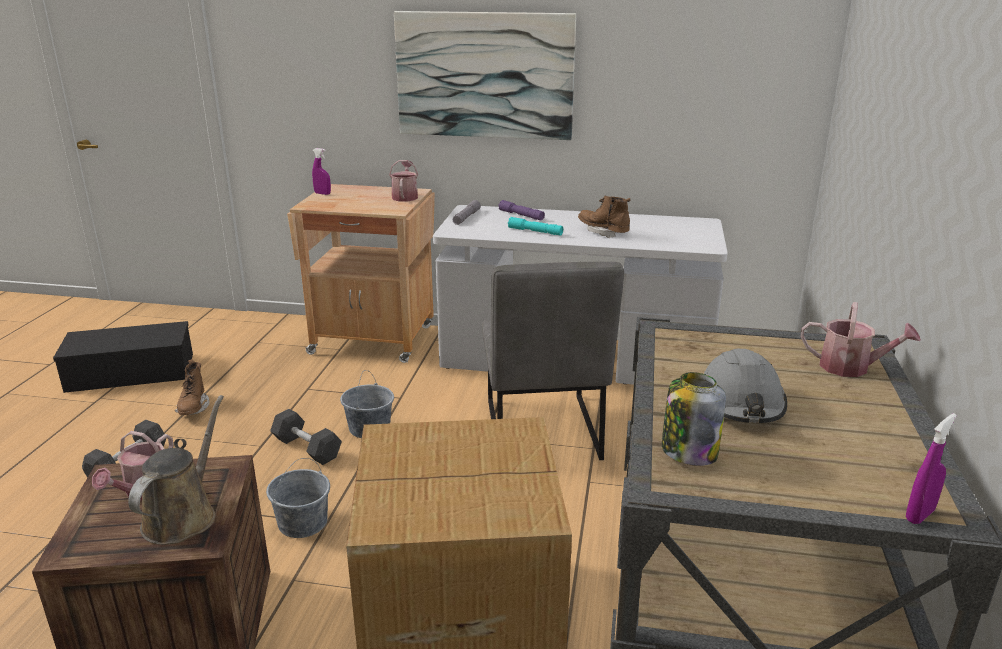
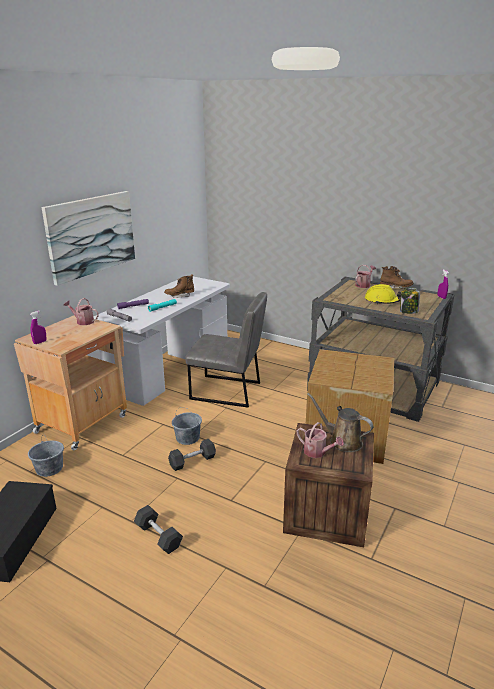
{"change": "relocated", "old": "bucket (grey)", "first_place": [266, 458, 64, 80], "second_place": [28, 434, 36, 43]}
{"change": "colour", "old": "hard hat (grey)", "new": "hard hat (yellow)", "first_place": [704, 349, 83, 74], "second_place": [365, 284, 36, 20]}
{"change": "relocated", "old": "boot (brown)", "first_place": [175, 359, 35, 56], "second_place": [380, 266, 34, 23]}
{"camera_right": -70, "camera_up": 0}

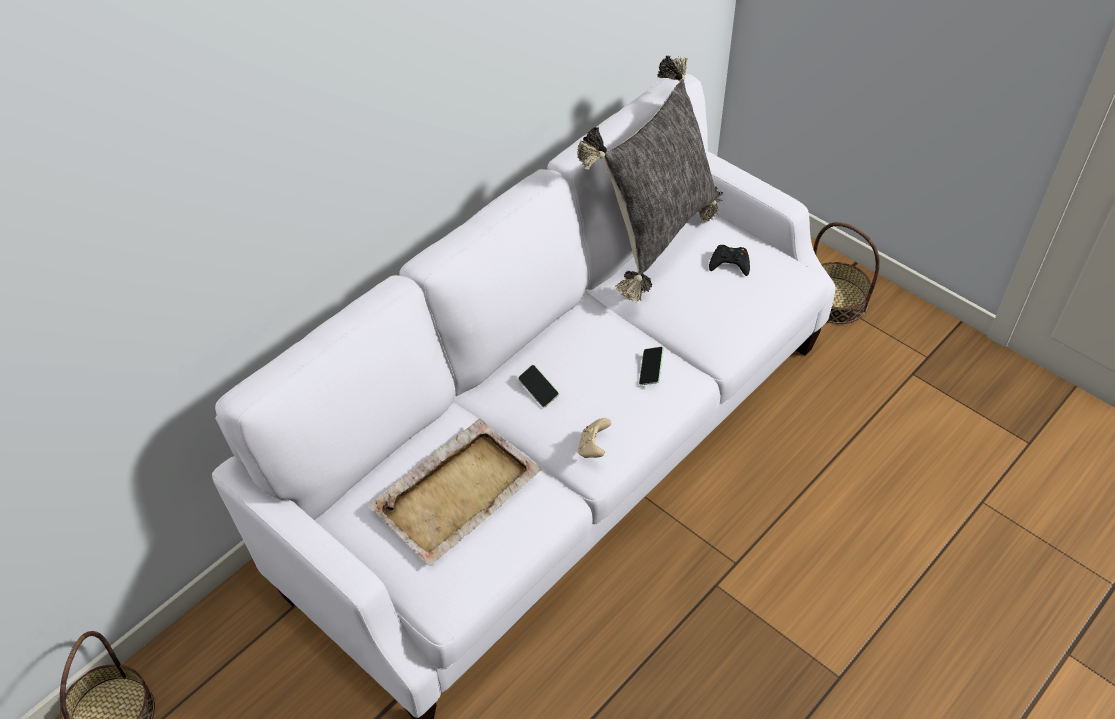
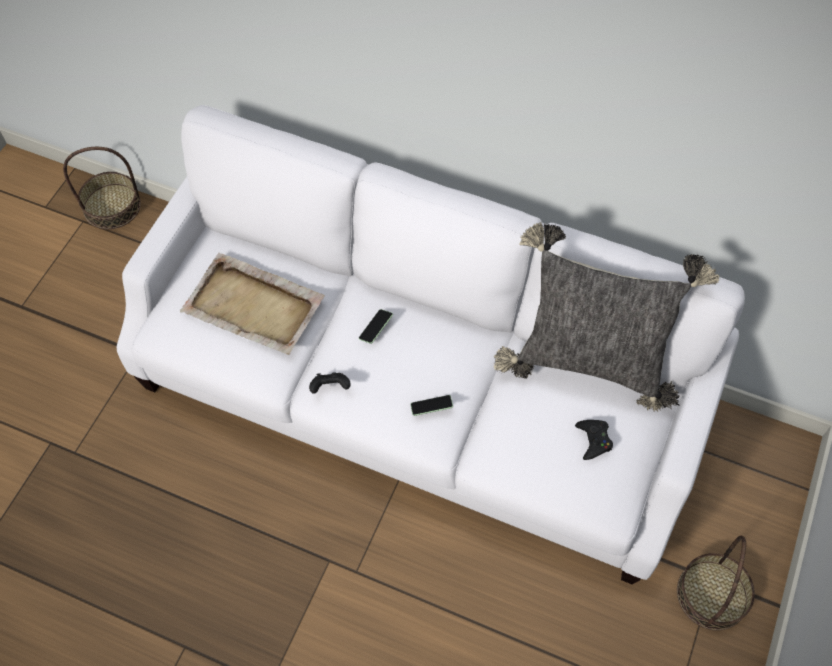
{"change": "colour", "old": "game controller (beige)", "new": "game controller (black)", "first_place": [578, 418, 33, 40], "second_place": [309, 372, 42, 22]}
{"camera_right": 70, "camera_up": 10}

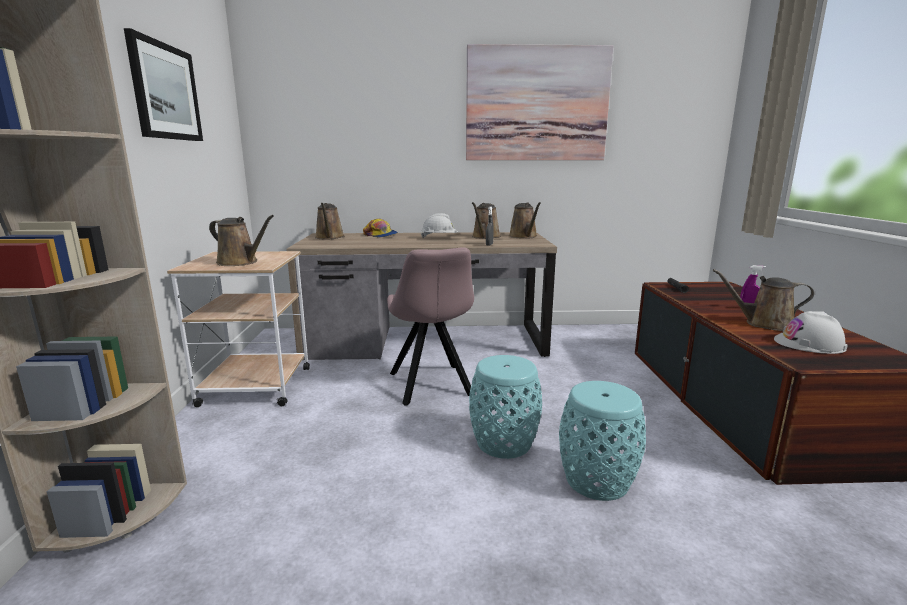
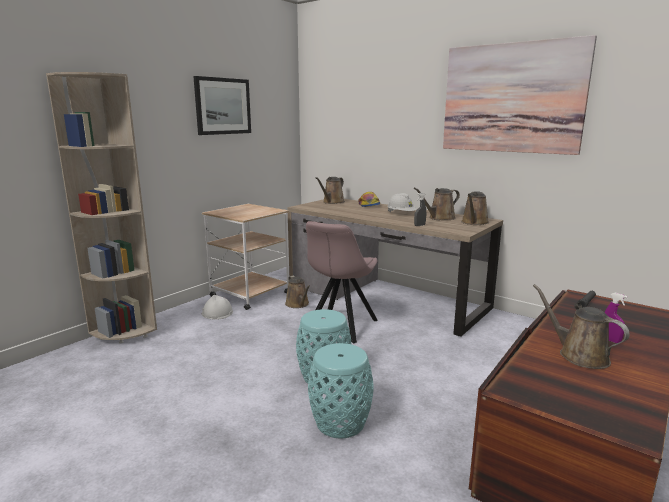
{"change": "relocated", "old": "hard hat (white)", "first_place": [774, 311, 74, 43], "second_place": [202, 295, 31, 25]}
{"change": "relocated", "old": "watering can (brown)", "first_place": [209, 215, 65, 51], "second_place": [285, 275, 25, 33]}
{"camera_right": 40, "camera_up": 0}

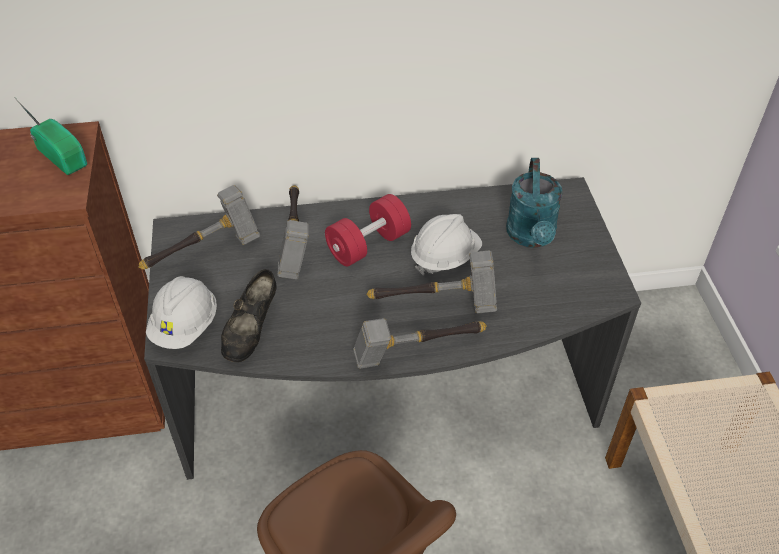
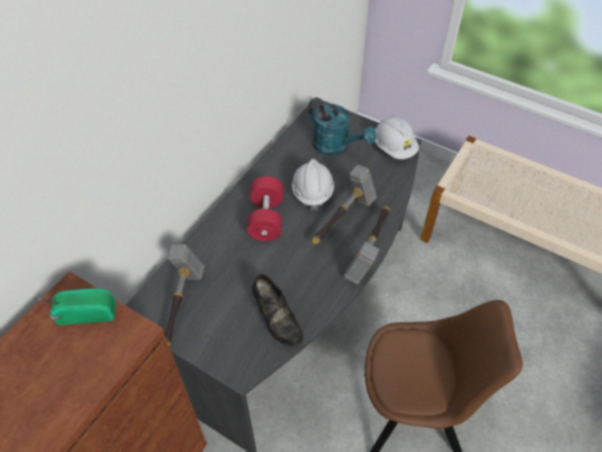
{"change": "relocated", "old": "hard hat (white)", "first_place": [146, 276, 71, 73], "second_place": [375, 115, 44, 44]}
{"change": "missing", "old": "hammer", "first_place": [277, 185, 32, 94]}
{"camera_right": -50, "camera_up": 5}

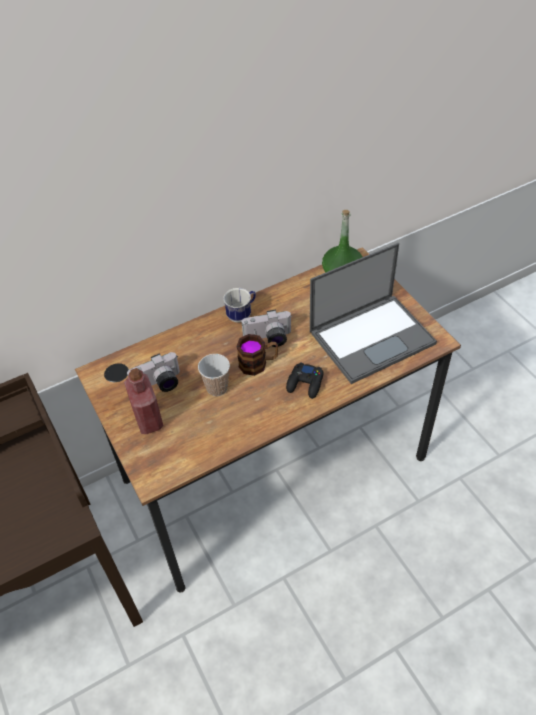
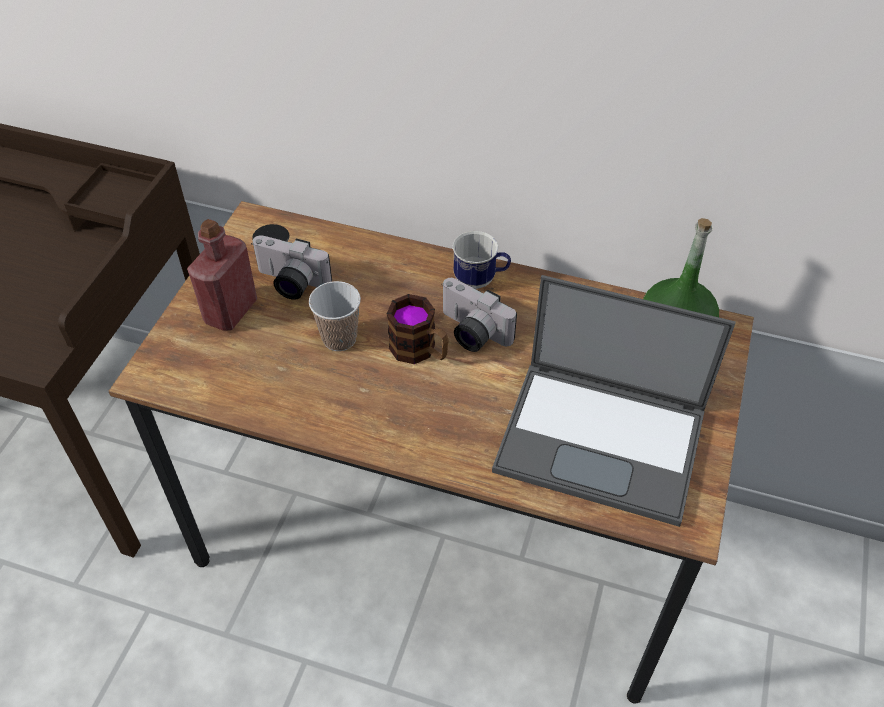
{"change": "missing", "old": "game controller (black)", "first_place": [286, 362, 37, 37]}
{"camera_right": 45, "camera_up": 0}

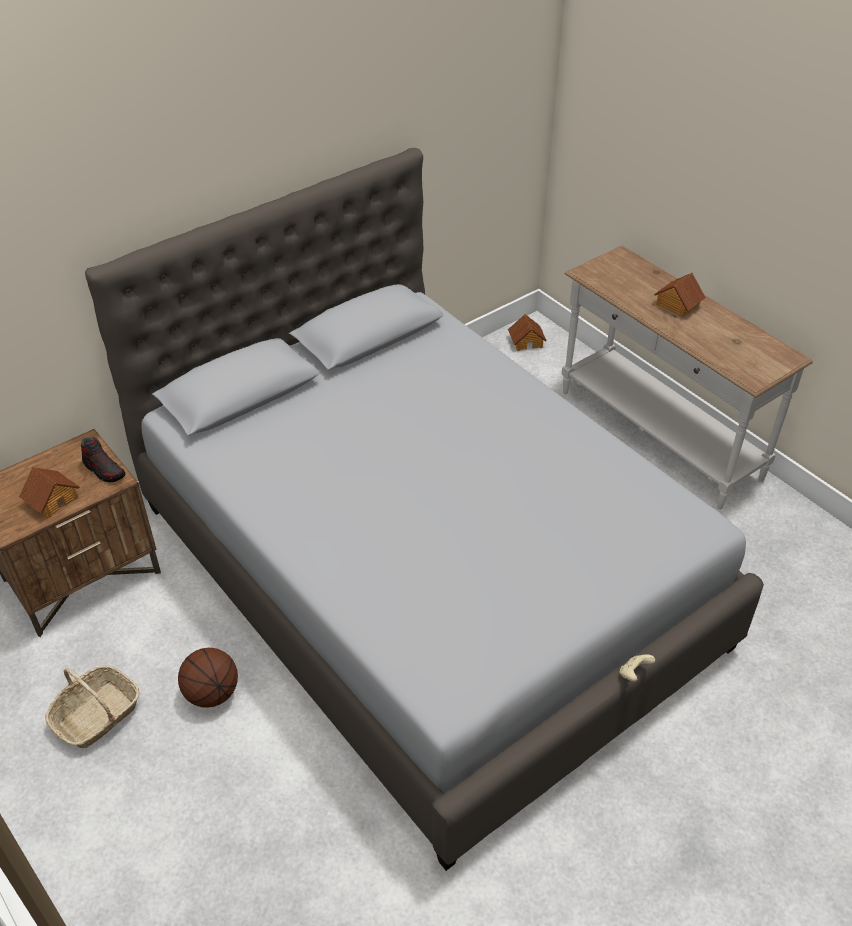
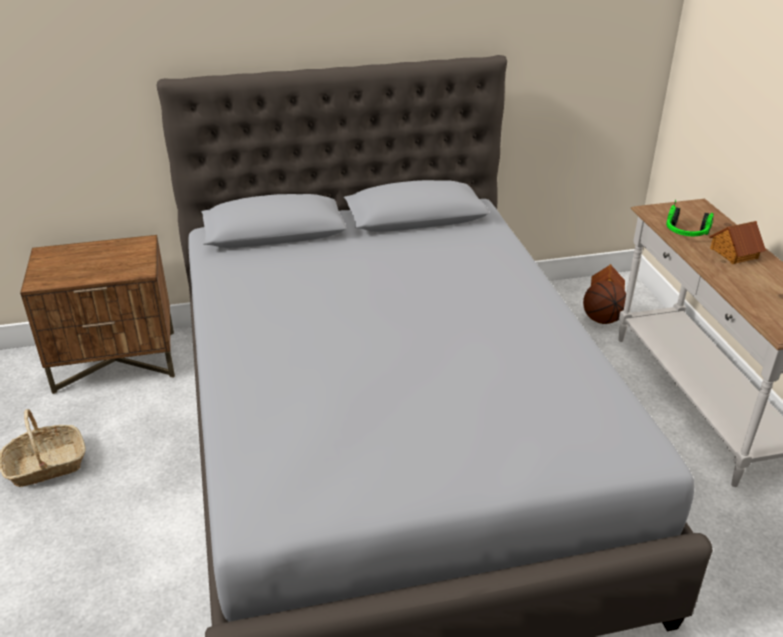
{"change": "relocated", "old": "basketball", "first_place": [178, 648, 60, 60], "second_place": [583, 281, 43, 43]}
{"change": "appeared", "new": "headphones", "second_place": [666, 200, 48, 36]}
{"change": "missing", "old": "toy house", "first_place": [19, 467, 61, 51]}
{"change": "missing", "old": "shoe", "first_place": [81, 437, 44, 45]}
{"change": "missing", "old": "game controller (beige)", "first_place": [620, 654, 35, 28]}
{"camera_right": 25, "camera_up": -10}

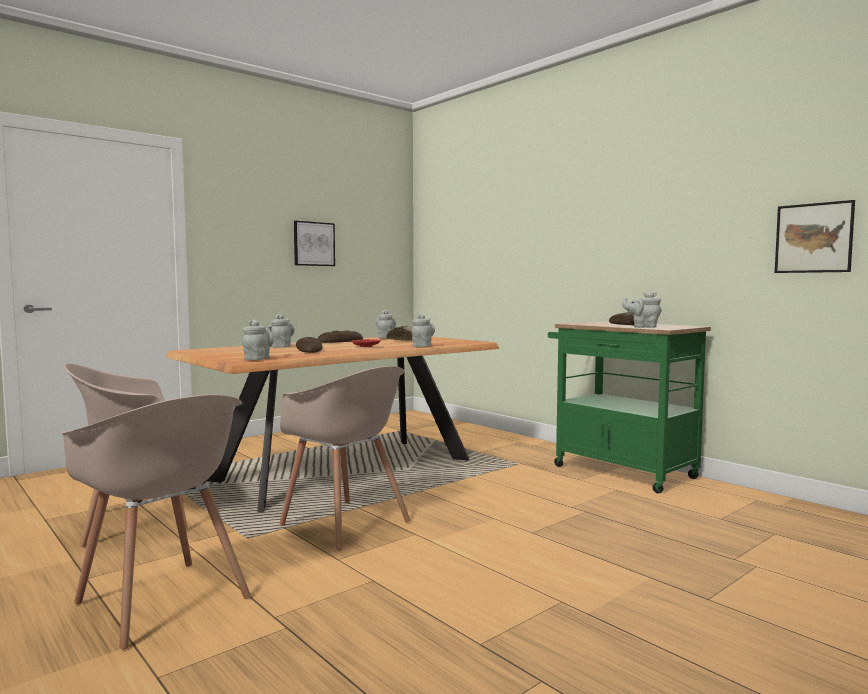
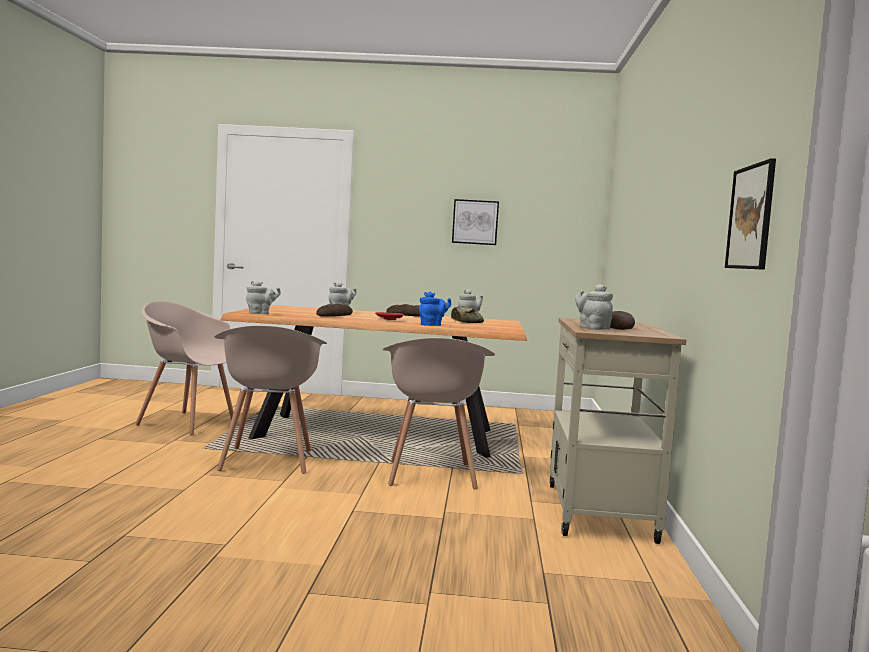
{"change": "relocated", "old": "chair (beige)", "first_place": [60, 394, 191, 256], "second_place": [383, 338, 112, 151]}
{"change": "colour", "old": "teapot (grey)", "new": "teapot (blue)", "first_place": [412, 313, 23, 34], "second_place": [419, 292, 32, 34]}
{"change": "colour", "old": "cart (green)", "new": "cart (beige)", "first_place": [548, 321, 163, 173], "second_place": [549, 318, 137, 226]}
{"camera_right": 45, "camera_up": 0}

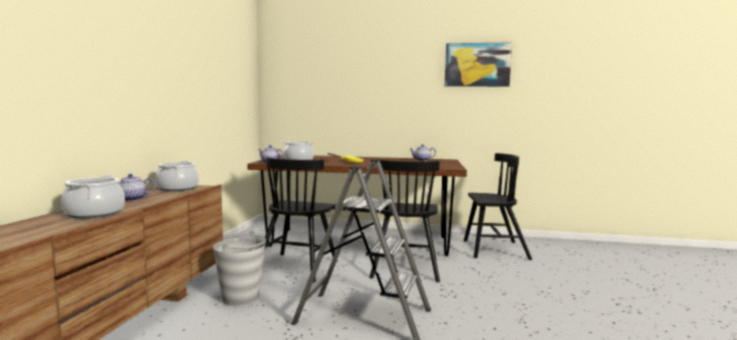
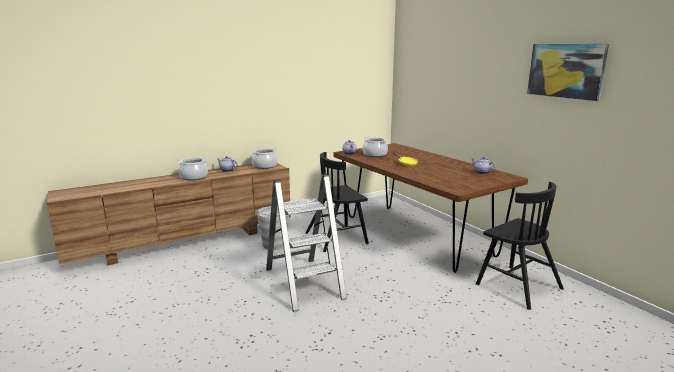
{"change": "missing", "old": "chair (black)", "first_place": [369, 159, 71, 123]}
{"camera_right": 50, "camera_up": 10}

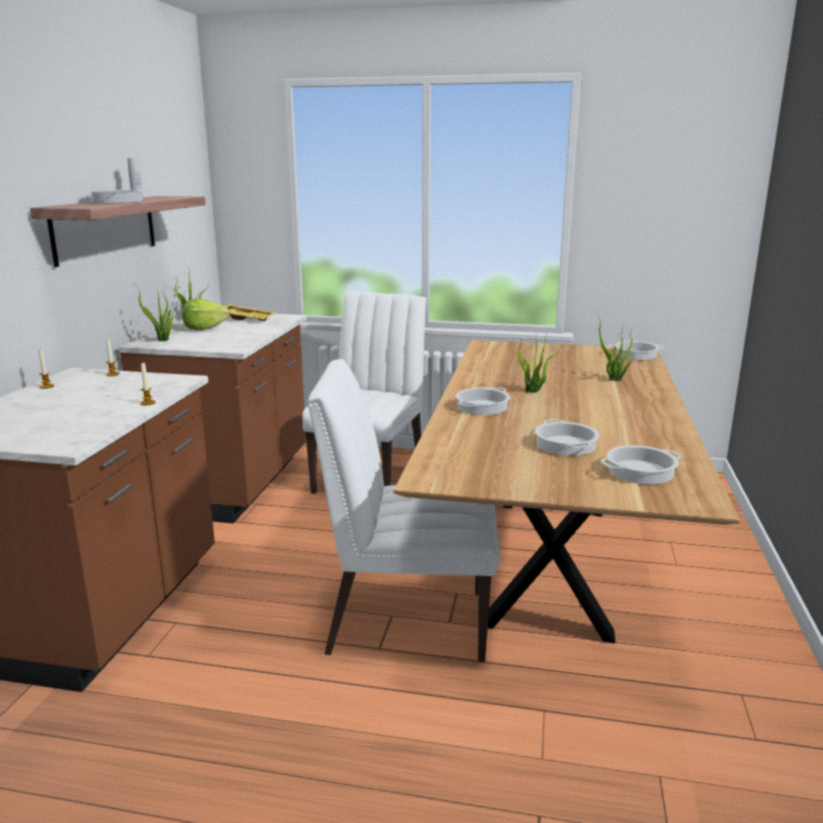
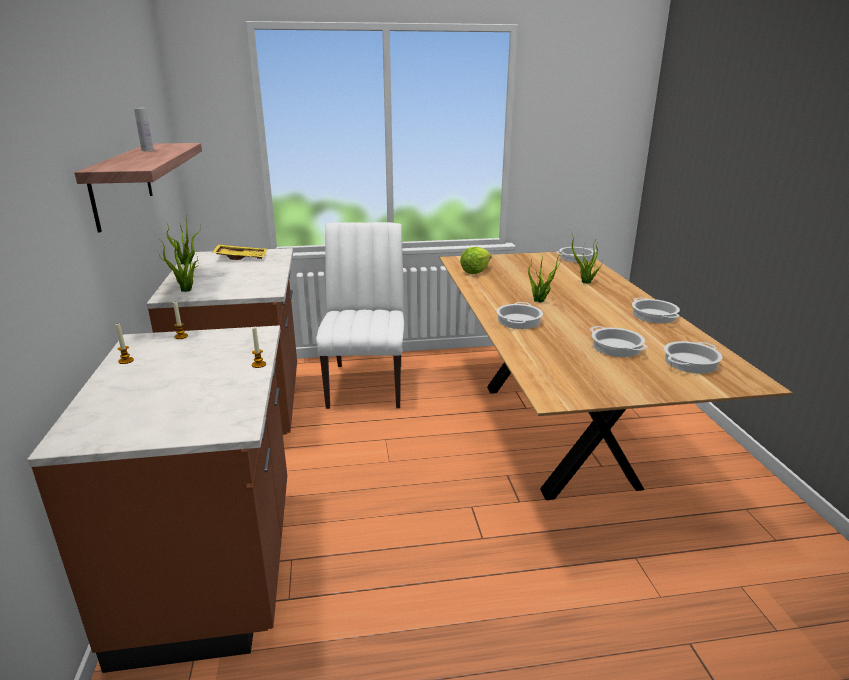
{"change": "relocated", "old": "lettuce", "first_place": [182, 299, 48, 31], "second_place": [460, 247, 31, 27]}
{"change": "relocated", "old": "cooking pot", "first_place": [89, 189, 54, 14], "second_place": [632, 297, 48, 26]}
{"change": "missing", "old": "chair (white)", "first_place": [307, 359, 193, 303]}
{"camera_right": -20, "camera_up": 5}

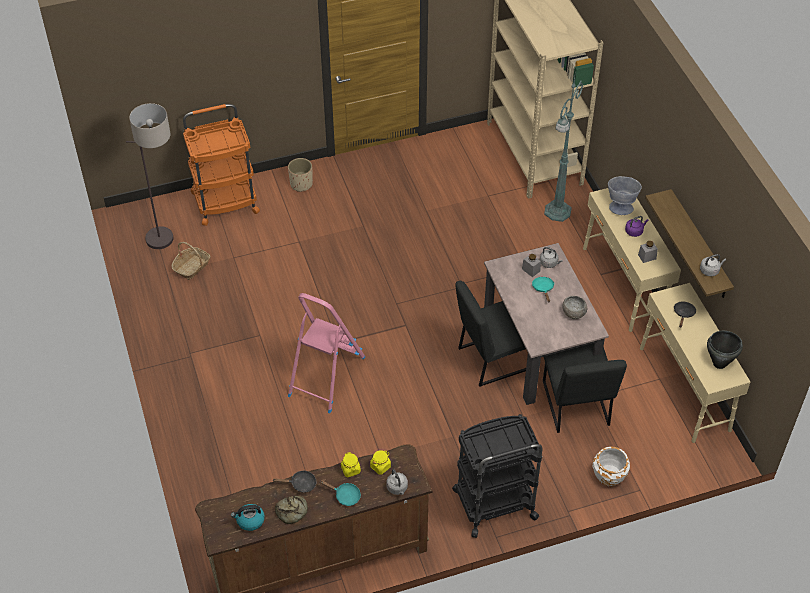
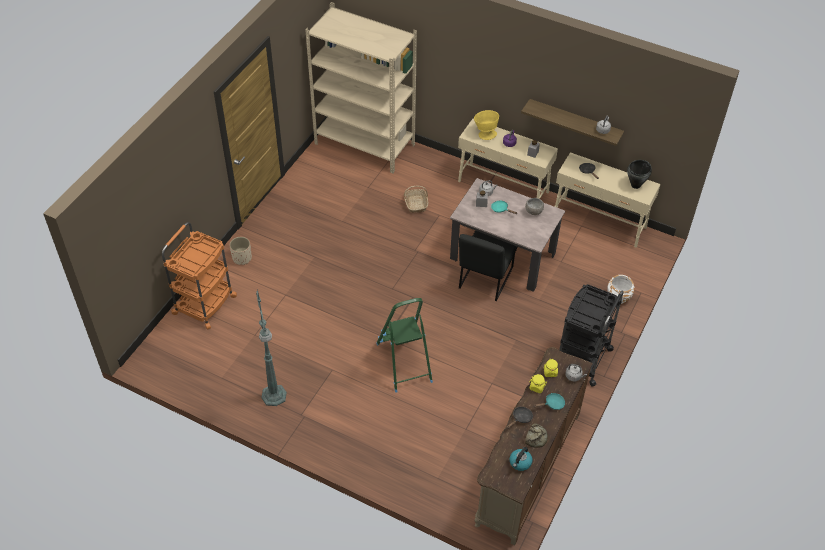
{"change": "relocated", "old": "floor lamp (green)", "first_place": [544, 70, 39, 152], "second_place": [256, 289, 31, 117]}
{"change": "colour", "old": "step ladder (pink)", "new": "step ladder (green)", "first_place": [288, 293, 77, 120], "second_place": [376, 298, 57, 95]}
{"change": "relocated", "old": "basket", "first_place": [172, 242, 39, 38], "second_place": [404, 186, 25, 27]}
{"change": "colour", "old": "bowl (grey)", "new": "bowl (yellow)", "first_place": [608, 176, 34, 39], "second_place": [474, 110, 25, 30]}
{"change": "missing", "old": "floor lamp (grey)", "first_place": [126, 103, 48, 146]}
{"change": "missing", "old": "chair (black)", "first_place": [543, 343, 84, 90]}
{"camera_right": -45, "camera_up": 0}

